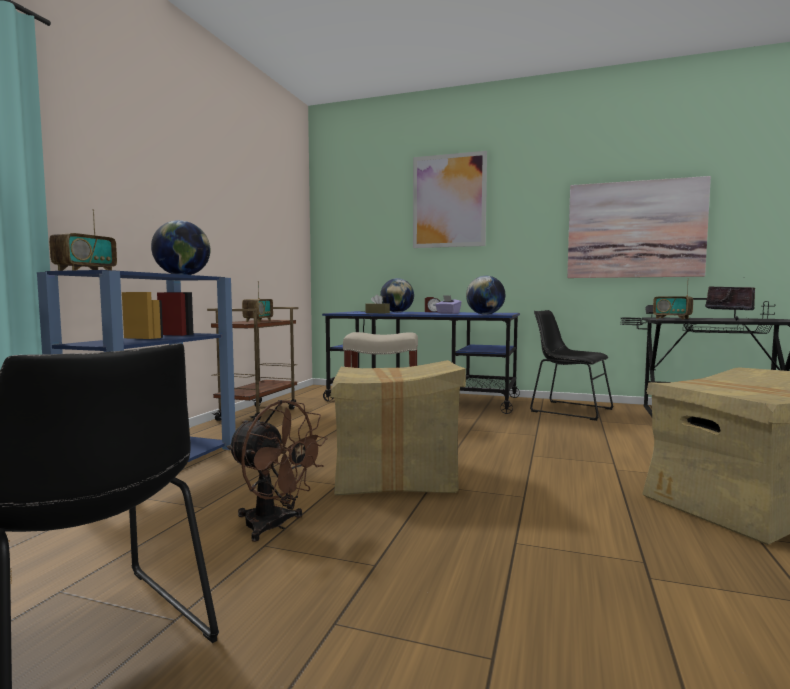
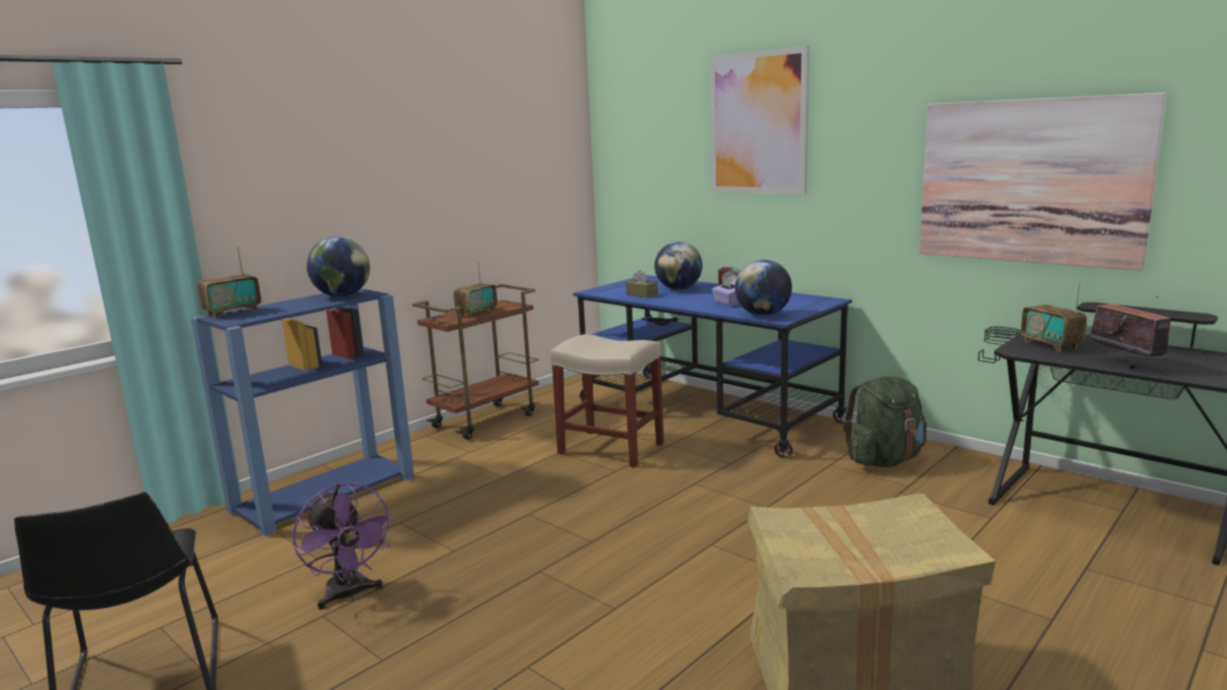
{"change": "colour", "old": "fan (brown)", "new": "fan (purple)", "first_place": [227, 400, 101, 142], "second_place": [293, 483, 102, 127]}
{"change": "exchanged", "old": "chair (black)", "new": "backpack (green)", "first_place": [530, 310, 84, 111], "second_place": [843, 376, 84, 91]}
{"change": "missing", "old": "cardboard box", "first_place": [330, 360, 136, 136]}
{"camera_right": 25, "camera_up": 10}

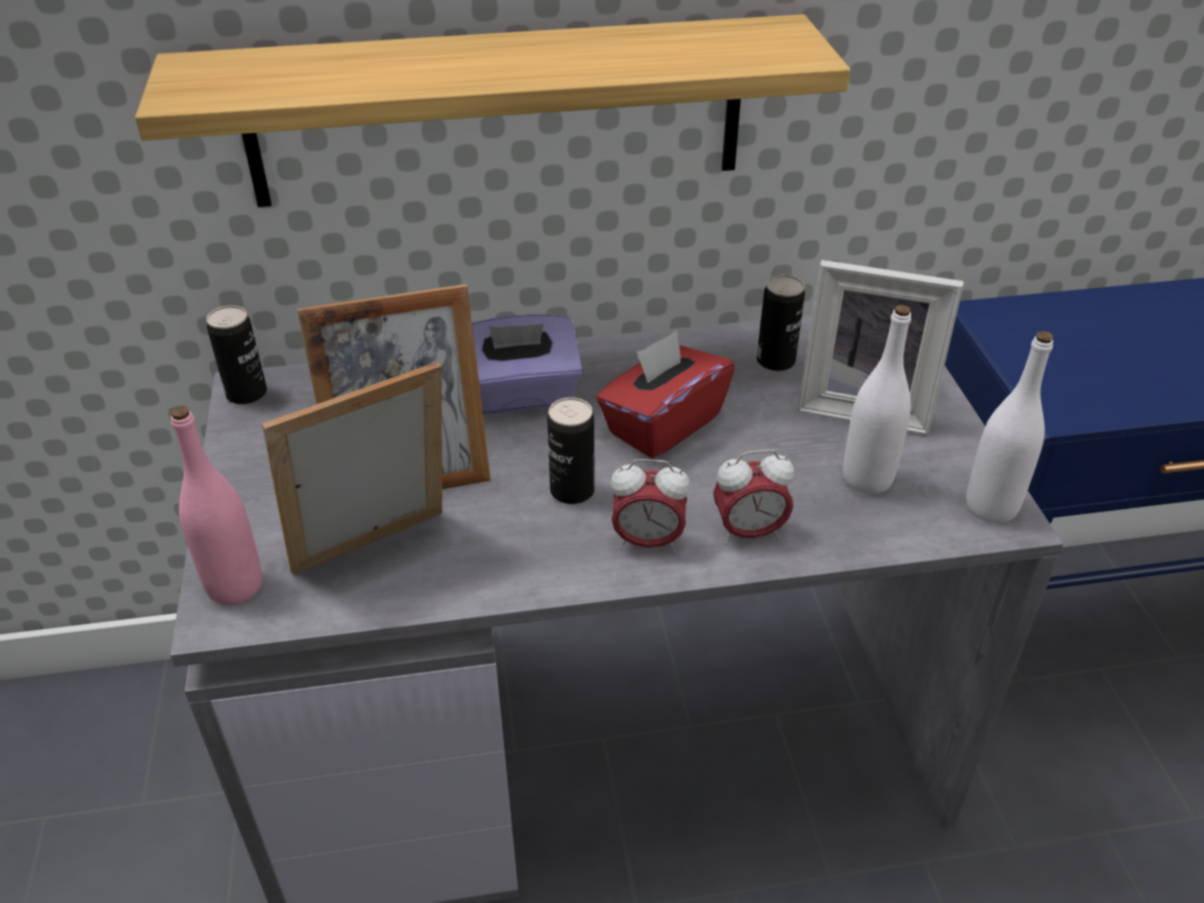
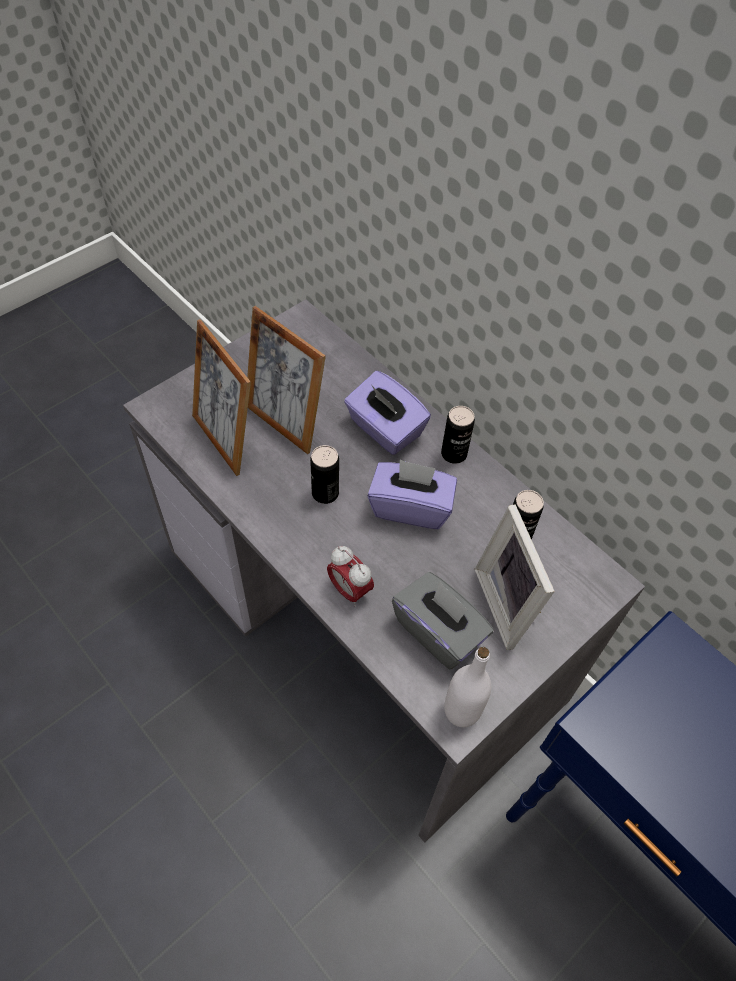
{"change": "spun", "old": "picture frame", "first_place": [262, 362, 180, 213], "second_place": [192, 319, 59, 157], "degrees": -150}
{"change": "colour", "old": "tissue box (red)", "new": "tissue box (purple)", "first_place": [596, 330, 139, 129], "second_place": [368, 459, 89, 70]}
{"change": "exchanged", "old": "bottle (white)", "new": "tissue box (grey)", "first_place": [843, 305, 68, 189], "second_place": [392, 572, 102, 98]}
{"change": "relocated", "old": "can", "first_place": [206, 305, 61, 100], "second_place": [441, 406, 34, 58]}
{"change": "missing", "old": "shelf", "first_place": [135, 14, 715, 193]}
{"change": "missing", "old": "bottle (pink)", "first_place": [171, 406, 91, 199]}
{"change": "missing", "old": "alarm clock", "first_place": [611, 459, 79, 93]}
{"camera_right": 55, "camera_up": 15}

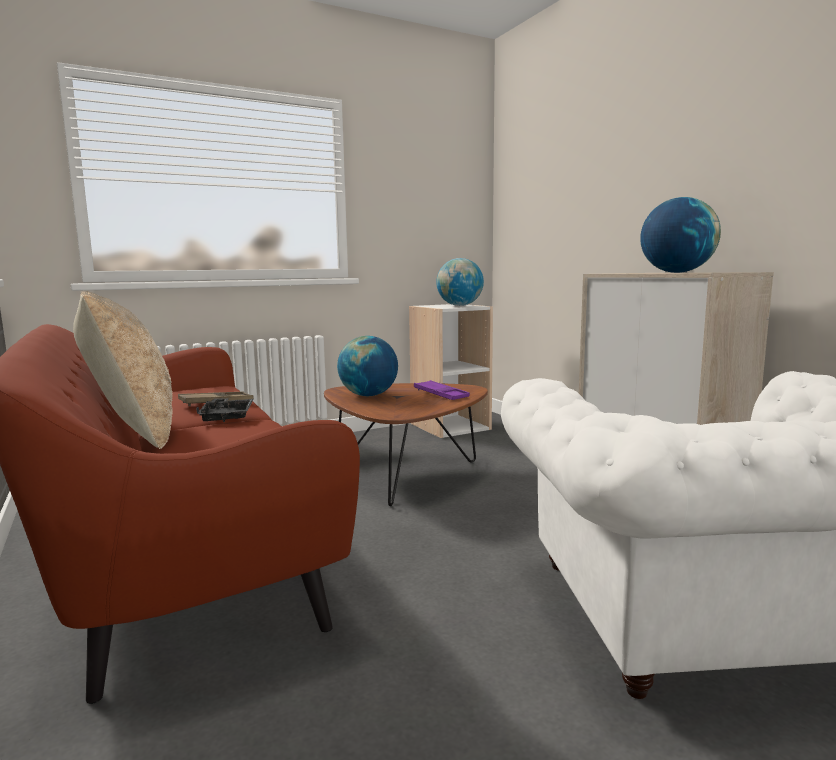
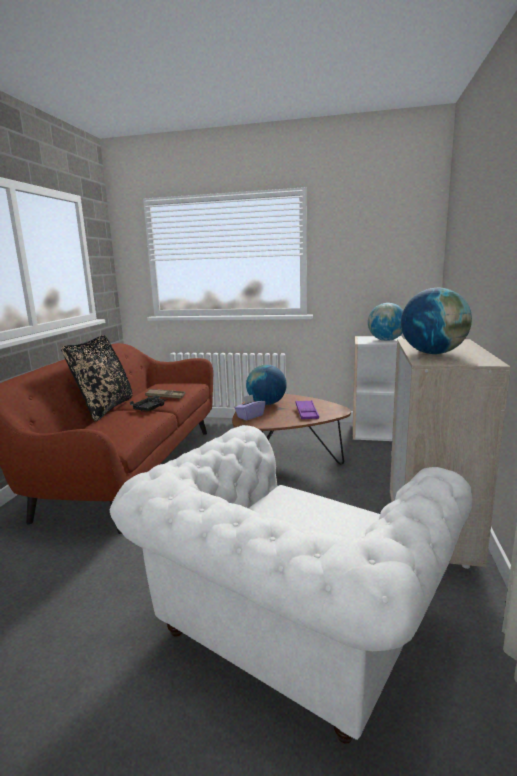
{"change": "colour", "old": "pillow (beige)", "new": "pillow (black)", "first_place": [73, 291, 100, 158], "second_place": [61, 335, 71, 87]}
{"change": "appeared", "new": "tissue box (purple)", "second_place": [235, 394, 31, 27]}
{"camera_right": 40, "camera_up": 5}

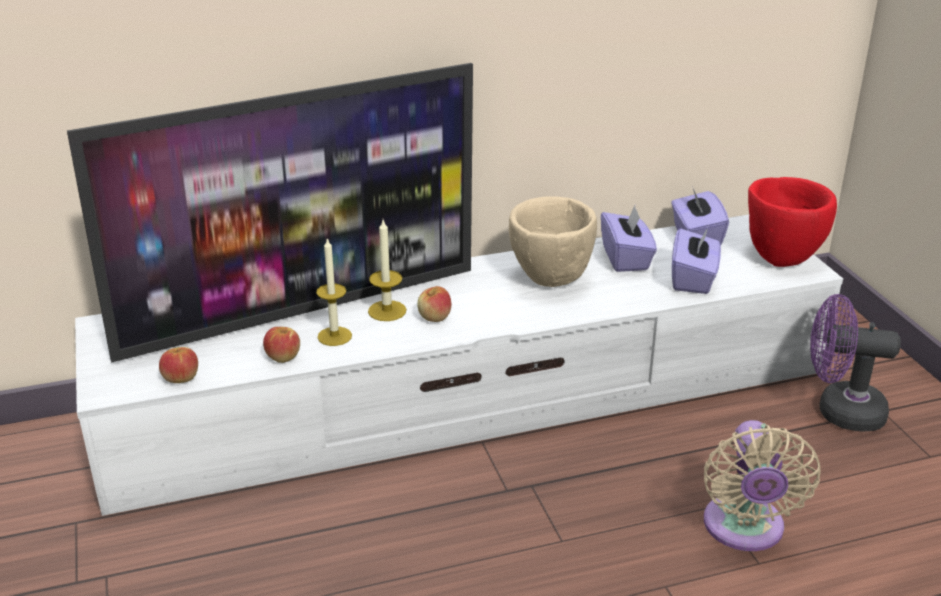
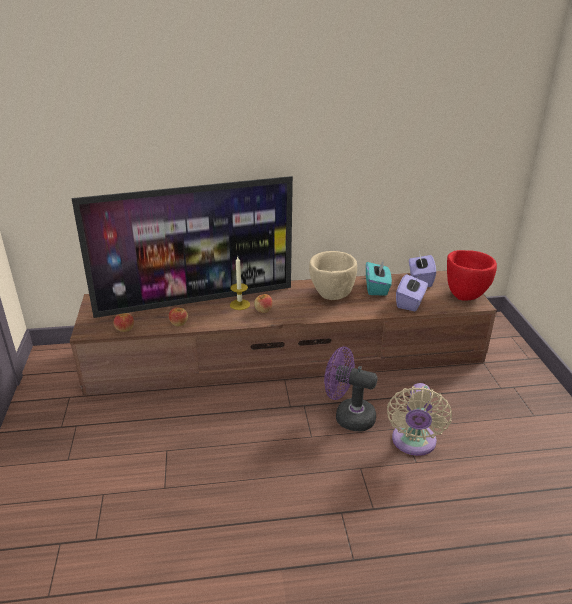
{"change": "colour", "old": "tv stand (white)", "new": "tv stand (brown)", "first_place": [75, 215, 768, 301], "second_place": [70, 271, 427, 124]}
{"change": "relocated", "old": "fan (purple)", "first_place": [810, 294, 91, 138], "second_place": [324, 347, 54, 85]}
{"change": "colour", "old": "tissue box (purple)", "new": "tissue box (turquoise)", "first_place": [601, 206, 56, 66], "second_place": [366, 259, 26, 37]}
{"change": "missing", "old": "candle", "first_place": [316, 237, 36, 109]}
{"camera_right": 10, "camera_up": 0}

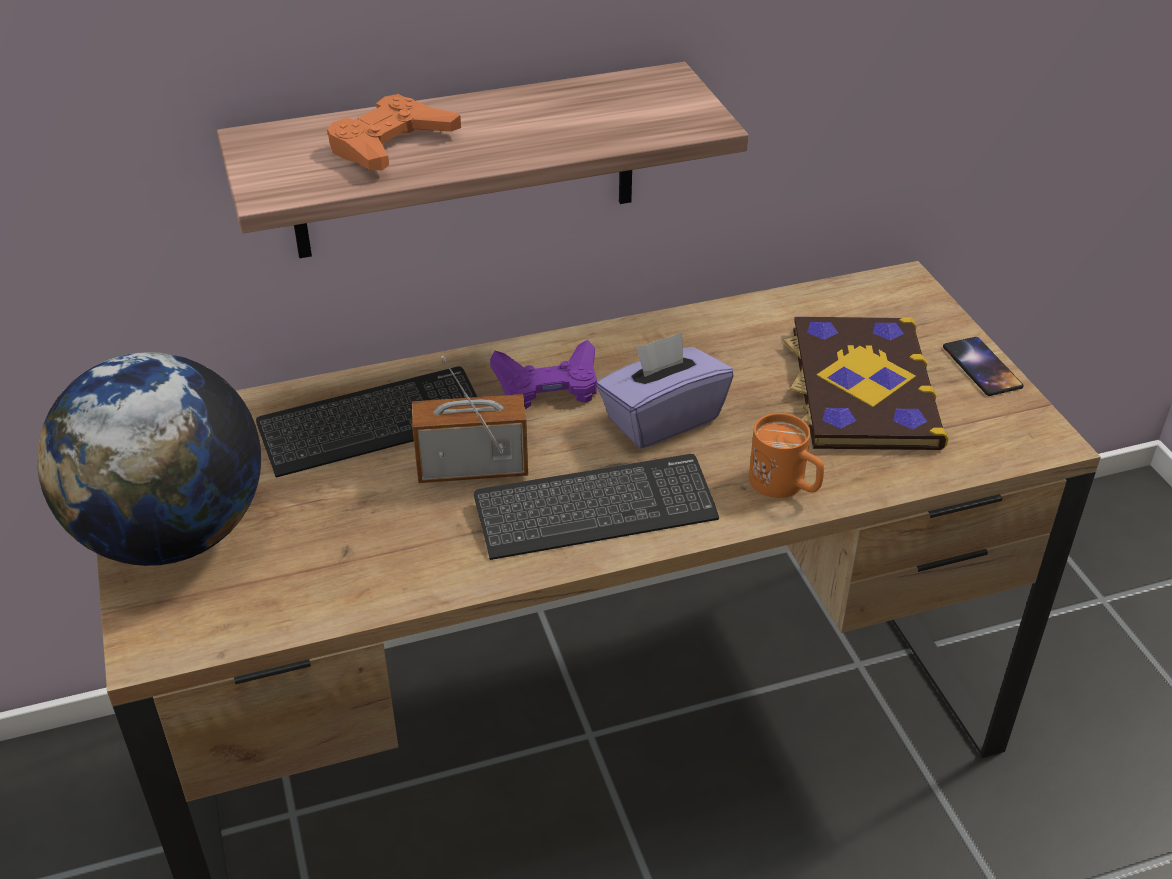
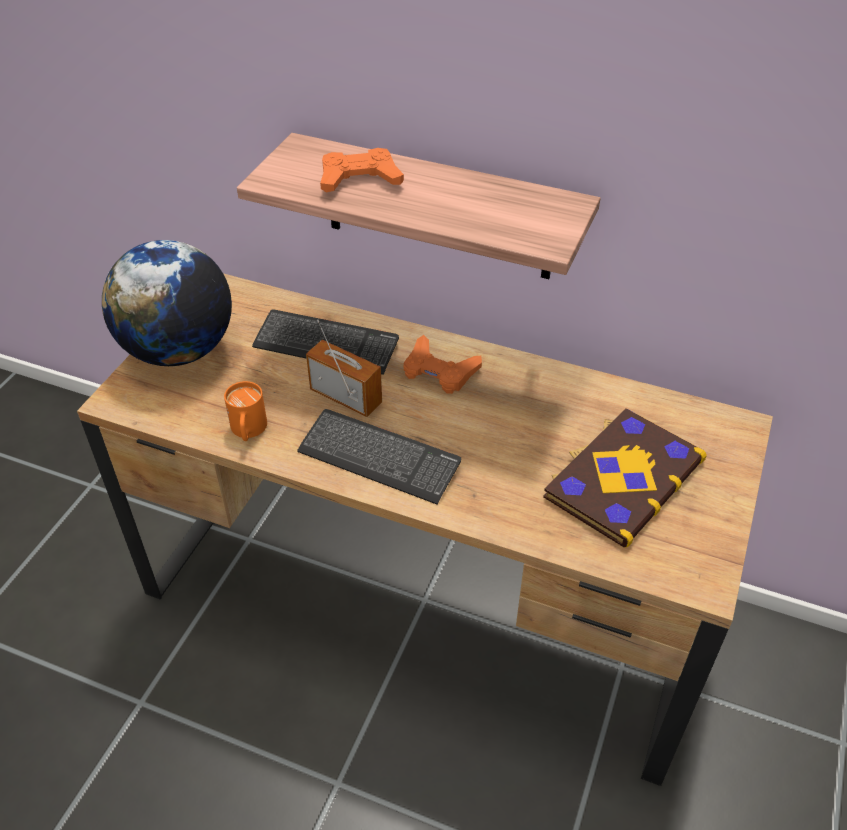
{"change": "relocated", "old": "mug (orange)", "first_place": [749, 413, 75, 85], "second_place": [224, 381, 43, 60]}
{"change": "colour", "old": "game controller (purple)", "new": "game controller (orange)", "first_place": [490, 340, 107, 69], "second_place": [404, 335, 78, 59]}
{"change": "missing", "old": "tissue box (purple)", "first_place": [597, 332, 137, 117]}
{"change": "missing", "old": "phone", "first_place": [943, 337, 81, 59]}
{"camera_right": 40, "camera_up": 5}

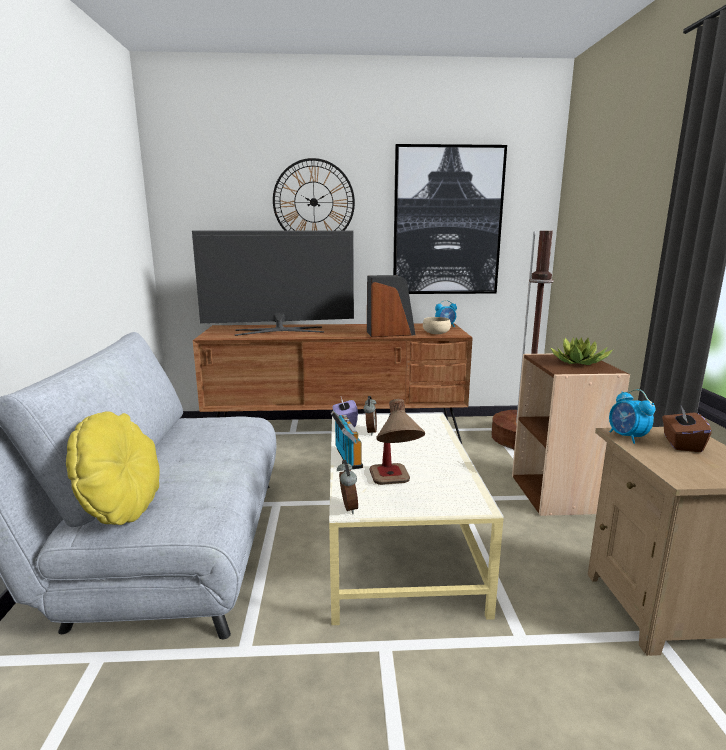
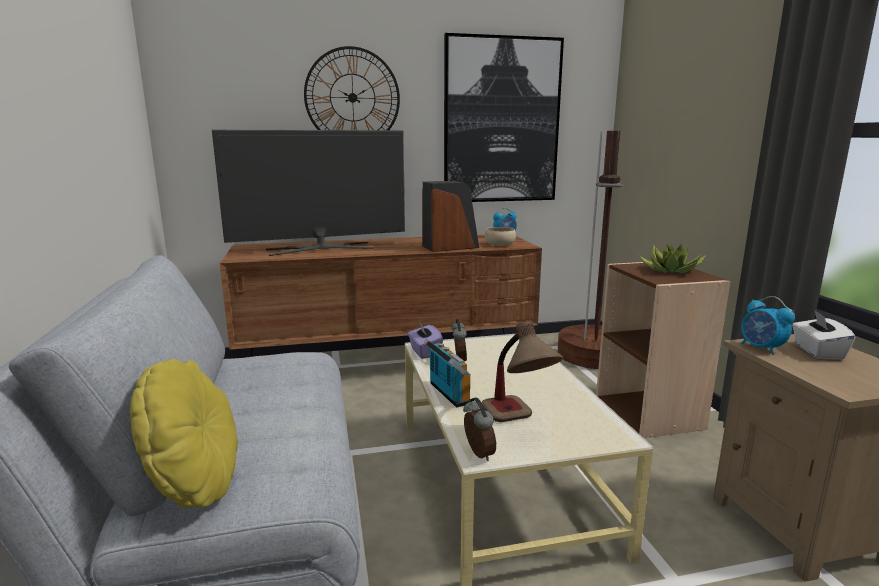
{"change": "colour", "old": "tissue box (brown)", "new": "tissue box (white)", "first_place": [662, 406, 50, 46], "second_place": [792, 311, 63, 49]}
{"camera_right": -10, "camera_up": 0}

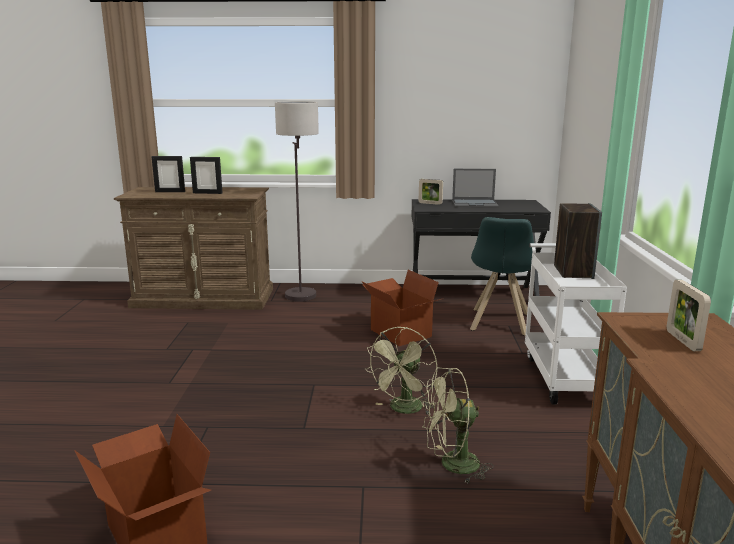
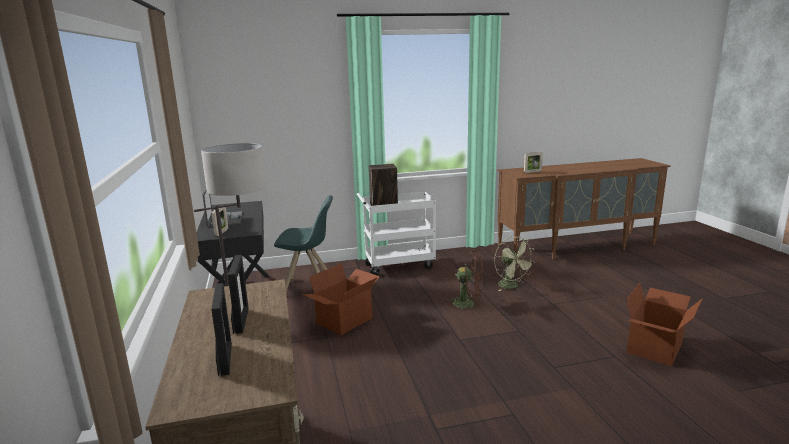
{"change": "colour", "old": "fan (green)", "new": "fan (brown)", "first_place": [365, 327, 72, 88], "second_place": [448, 250, 37, 63]}
{"camera_right": -105, "camera_up": 0}

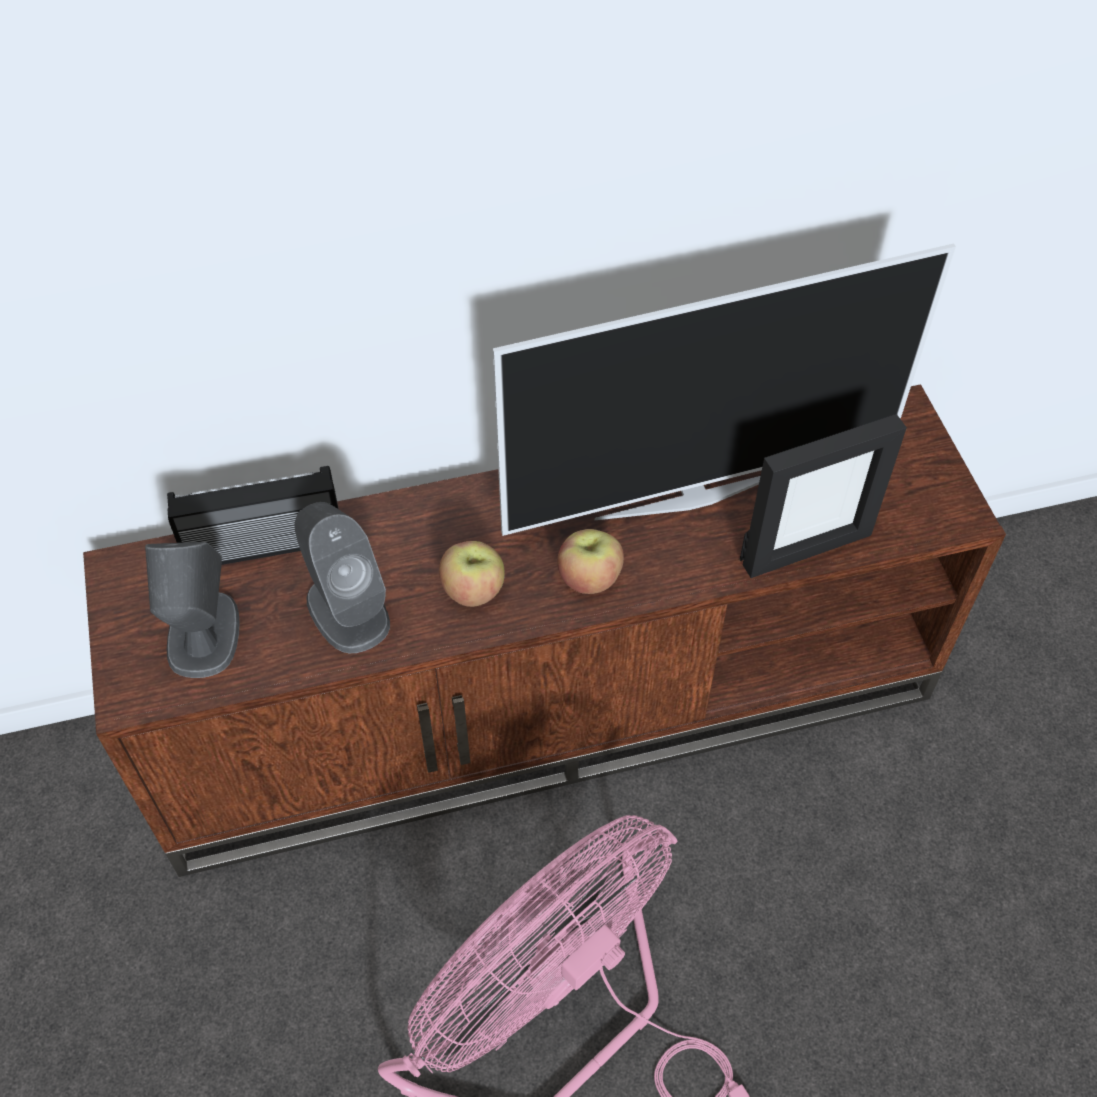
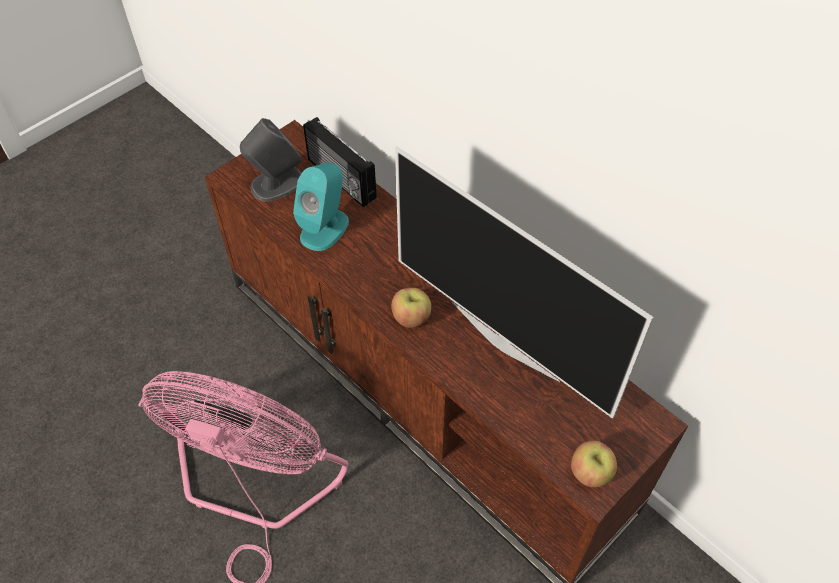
{"change": "colour", "old": "speaker (grey)", "new": "speaker (turquoise)", "first_place": [294, 502, 96, 151], "second_place": [293, 163, 56, 88]}
{"change": "relocated", "old": "apple", "first_place": [439, 541, 66, 66], "second_place": [571, 440, 46, 47]}
{"change": "missing", "old": "picture frame", "first_place": [740, 414, 167, 164]}
{"camera_right": 60, "camera_up": 0}

